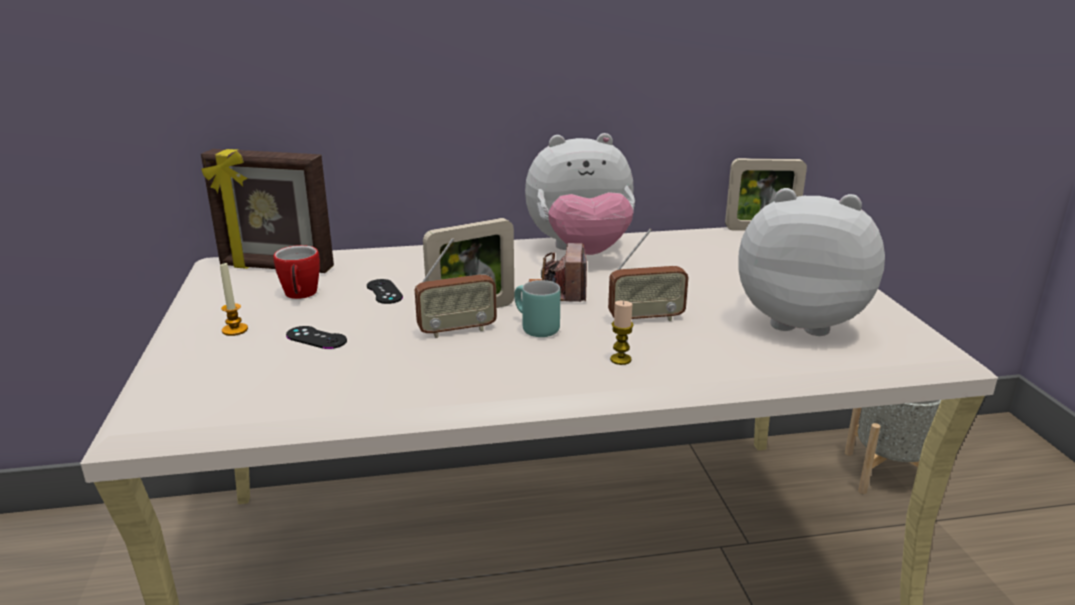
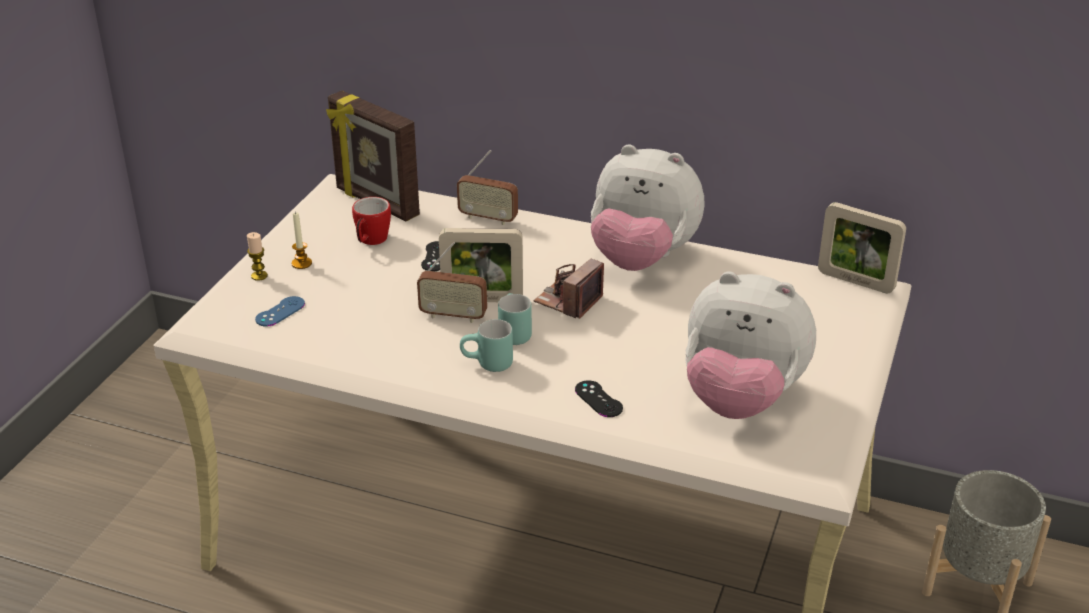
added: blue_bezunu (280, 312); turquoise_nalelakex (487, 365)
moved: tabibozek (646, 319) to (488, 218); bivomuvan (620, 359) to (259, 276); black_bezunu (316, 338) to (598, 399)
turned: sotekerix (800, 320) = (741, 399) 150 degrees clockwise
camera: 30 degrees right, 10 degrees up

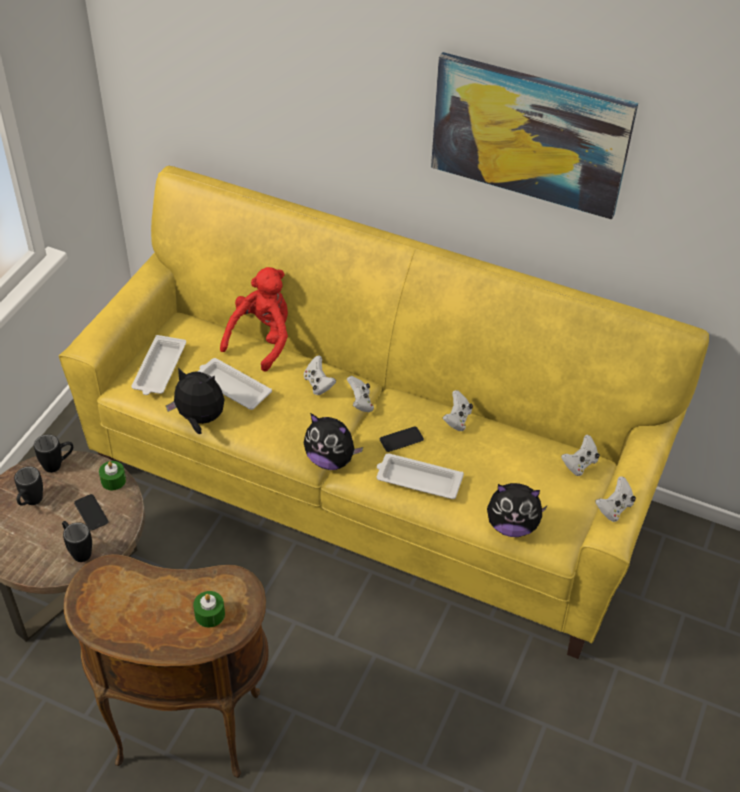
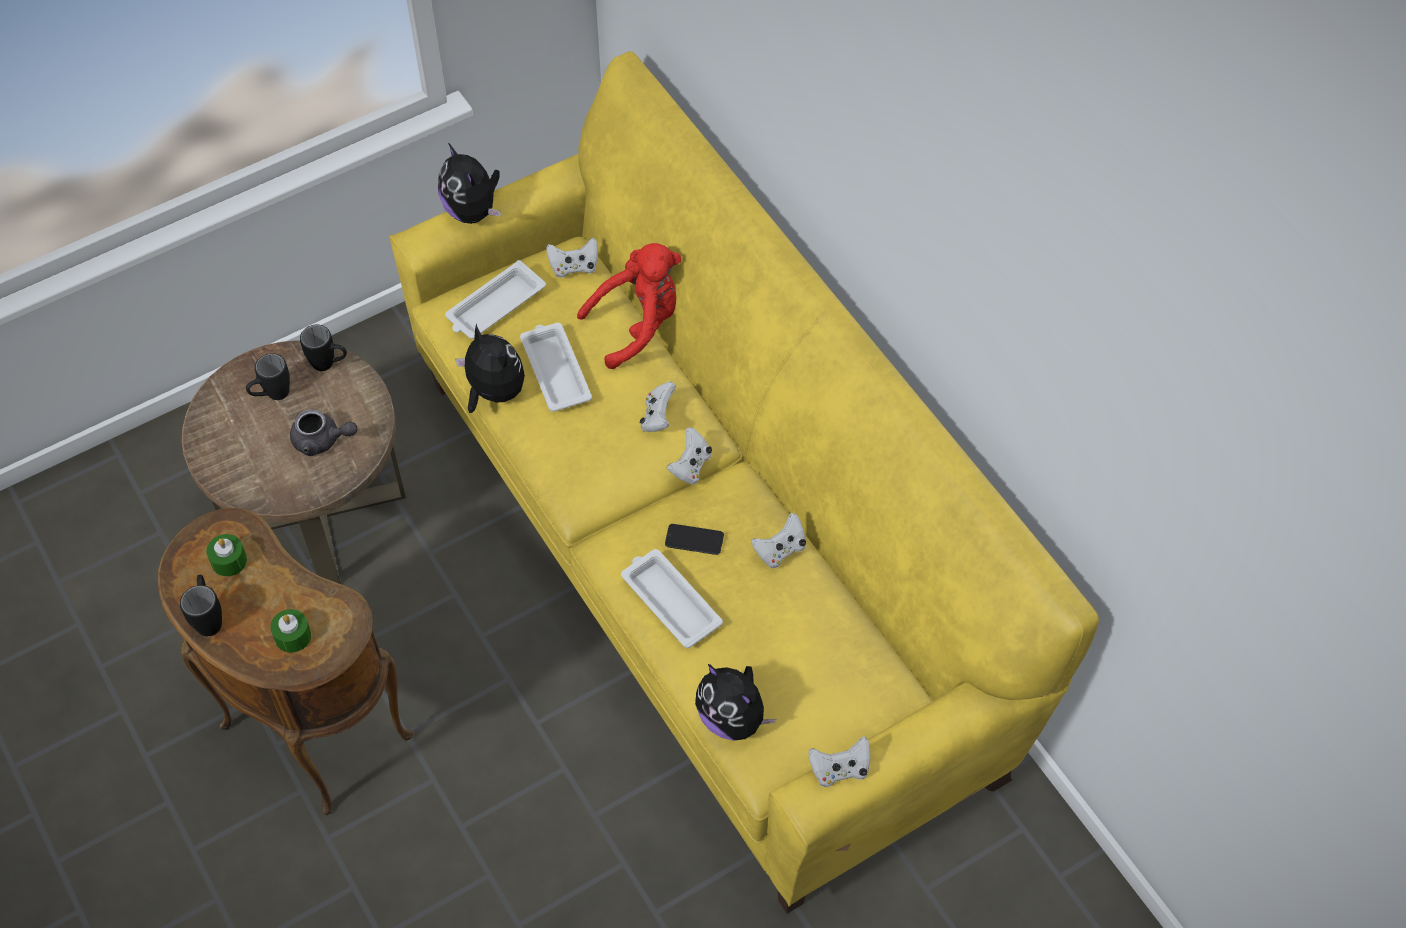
removed: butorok (530, 134)
moved: sotekerix (330, 460) to (473, 211); white_bezunu (579, 464) to (574, 267); green_bivomuvan (113, 480) to (229, 561); black_nalelakex (78, 550) to (209, 617)
replaced: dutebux (91, 512) to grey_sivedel (322, 440)
camera: 35 degrees right, 10 degrees up

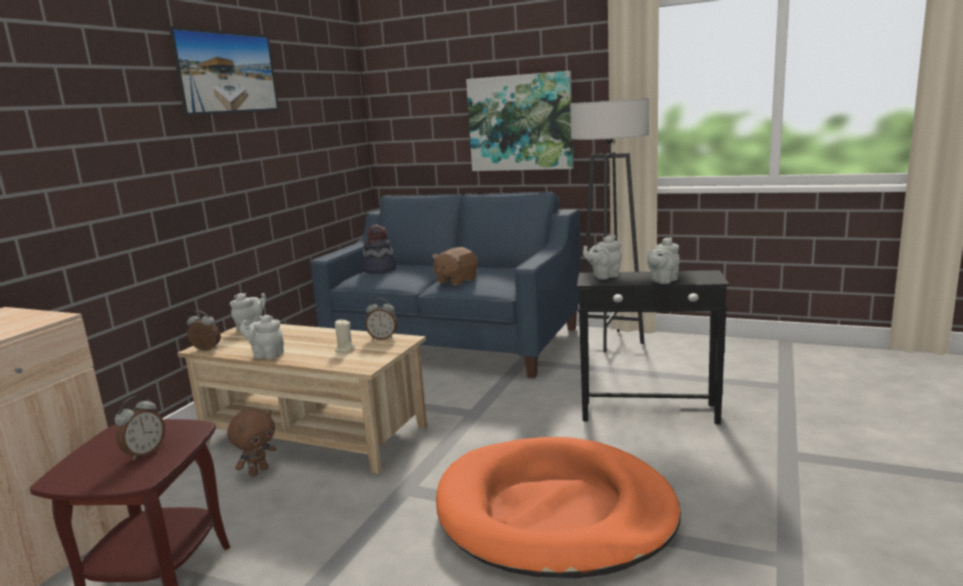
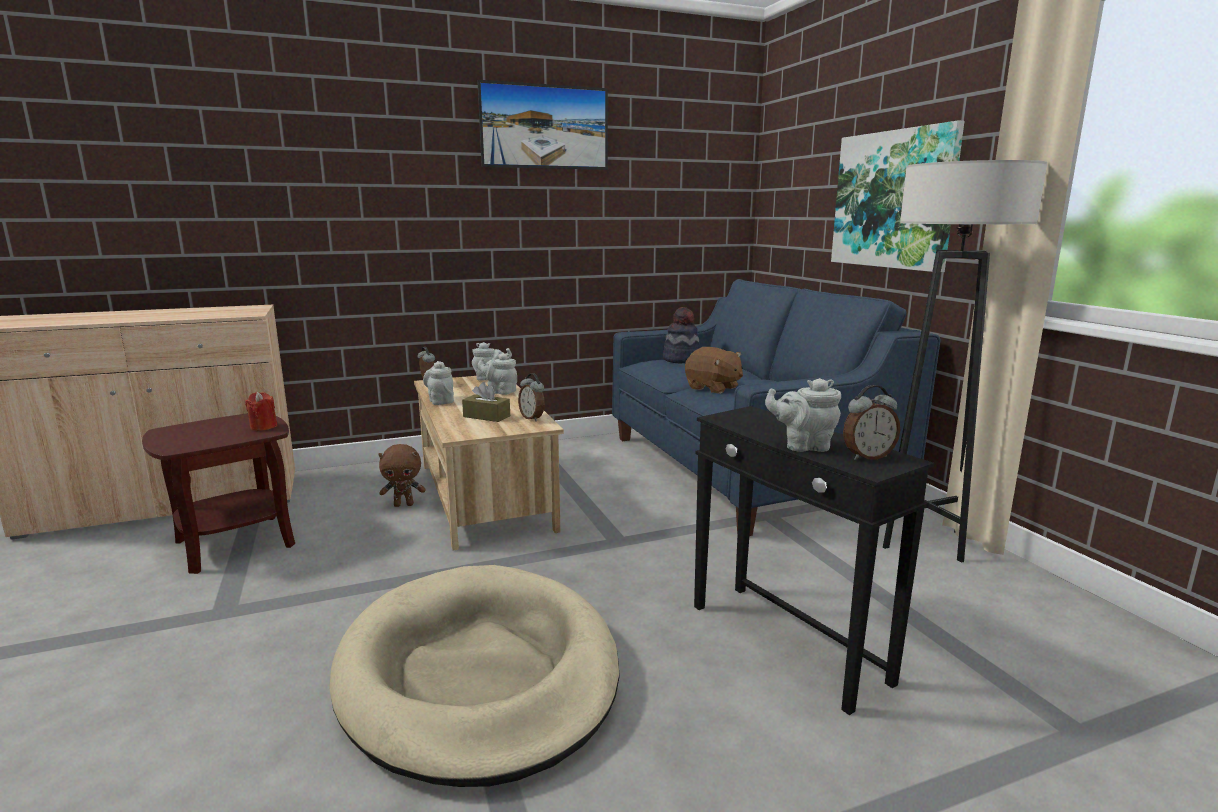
added: red_bivomuvan (263, 427)
moved: grey_sivedel (604, 276) to (500, 391); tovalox (144, 453) to (867, 457)
replaced: beige_bivomuvan (345, 349) to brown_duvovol (486, 416)
recoloured: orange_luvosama (555, 512) to beige_luvosama (479, 674)
turned: brown_sotekerix (455, 280) = (713, 388) 135 degrees counterclockwise
camera: 45 degrees right, 0 degrees up

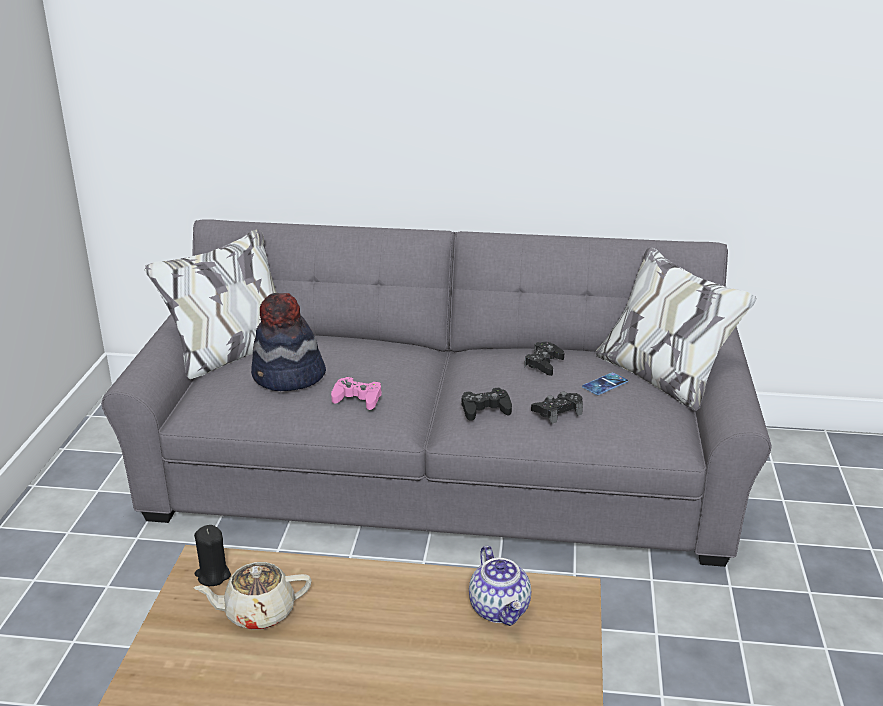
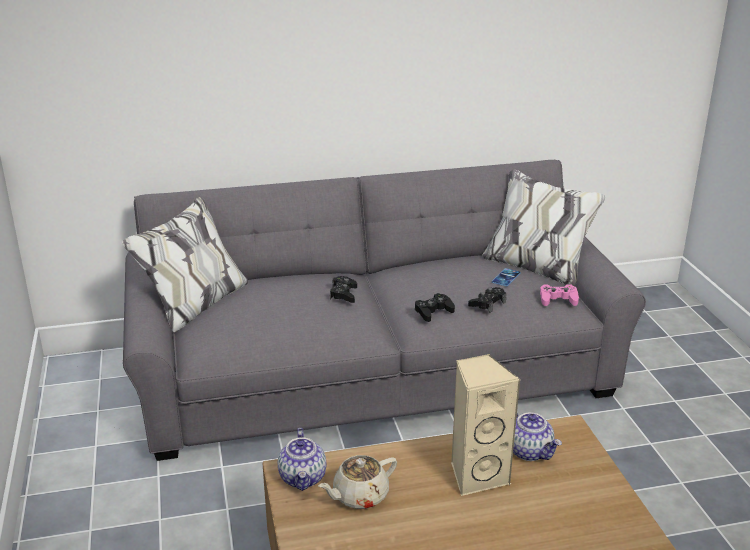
removed: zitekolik (288, 377)
added: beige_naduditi (477, 475)
moved: black_bezunu (544, 364) to (343, 294); pink_bezunu (357, 399) to (558, 299)
replaced: black_bivomuvan (213, 575) to sivedel (303, 478)
camera: 20 degrees left, 0 degrees up

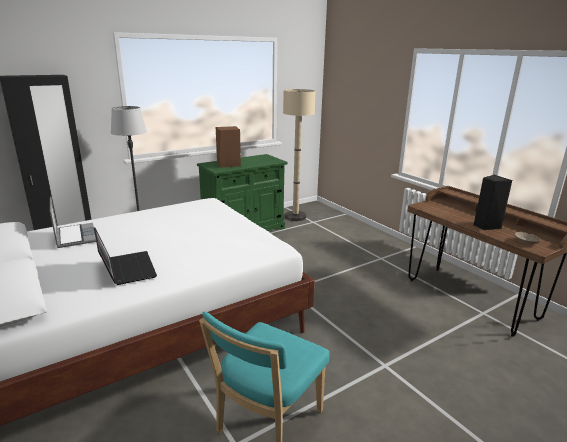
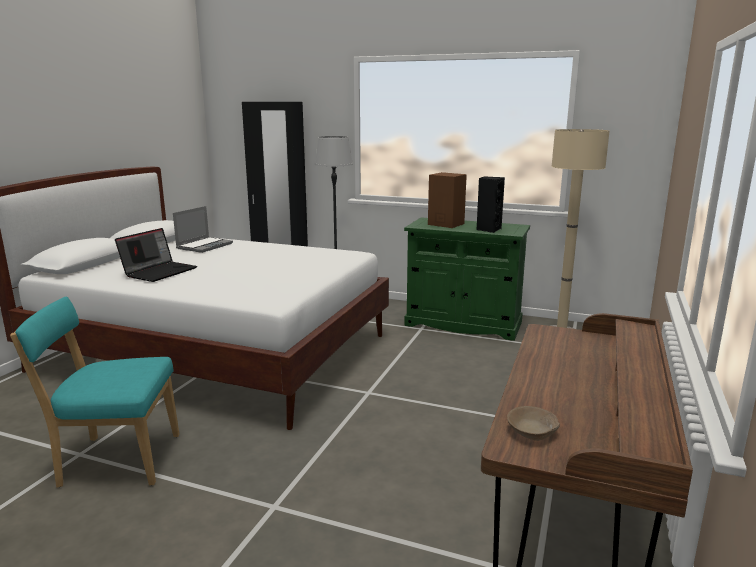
moved: black_naduditi (485, 226) to (488, 229)
camera: 55 degrees right, 5 degrees down

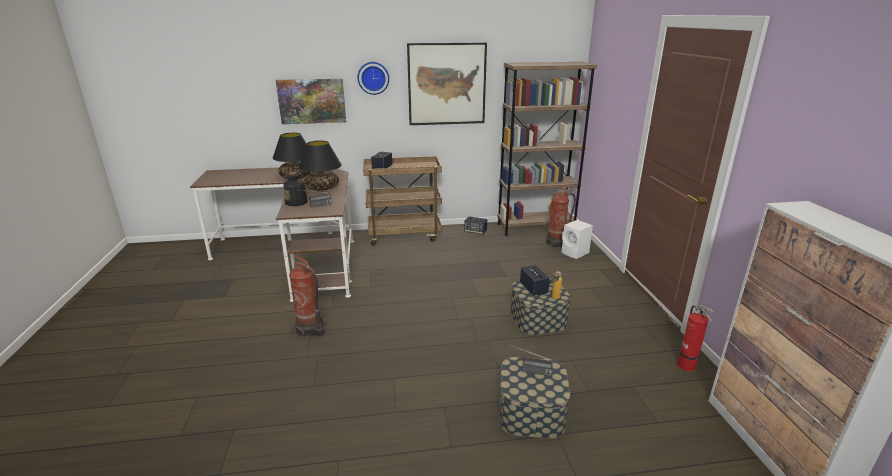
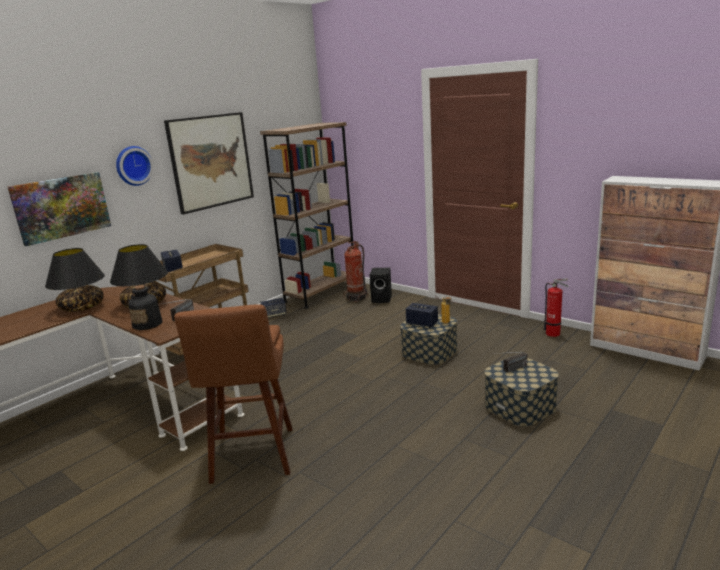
replaced: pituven (310, 329) to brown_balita (252, 458)
recoloured: white_naduditi (575, 253) to black_naduditi (382, 299)
camera: 40 degrees left, 5 degrees down

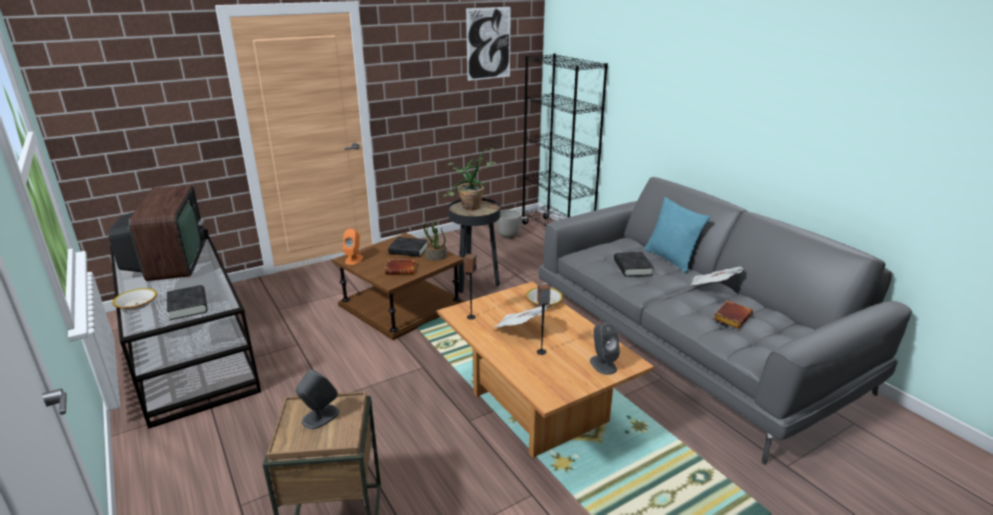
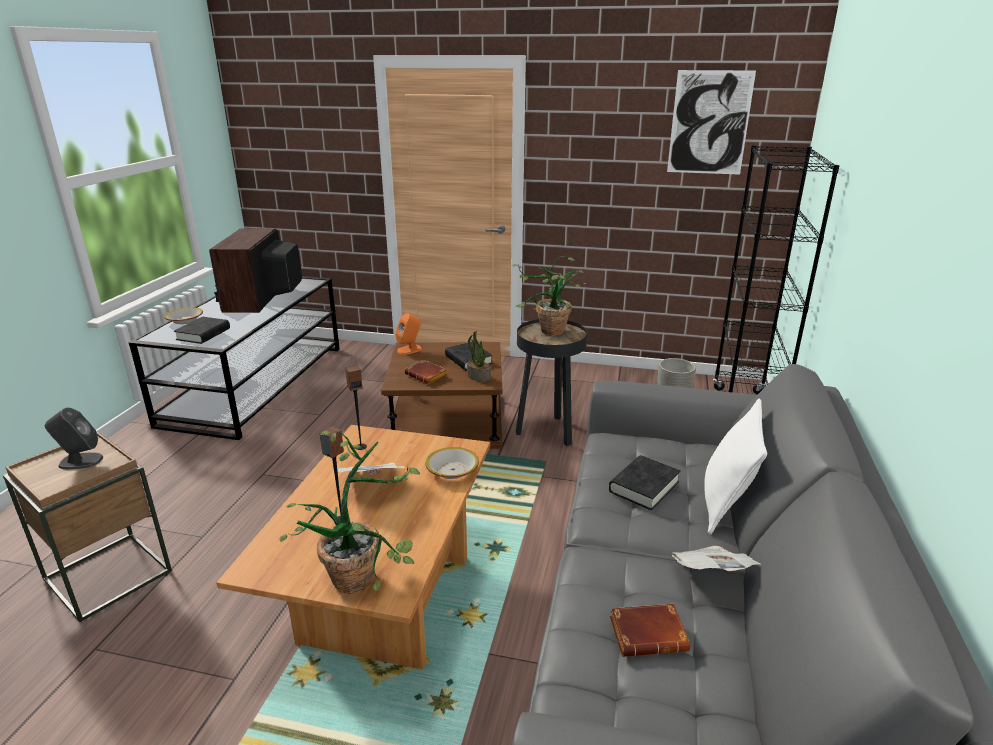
replaced: grey_naduditi (603, 364) to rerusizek (364, 575)
recoloured: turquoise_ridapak (670, 259) to white_ridapak (725, 504)
turned: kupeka (171, 262) = (261, 297) 150 degrees clockwise
camera: 45 degrees right, 0 degrees up

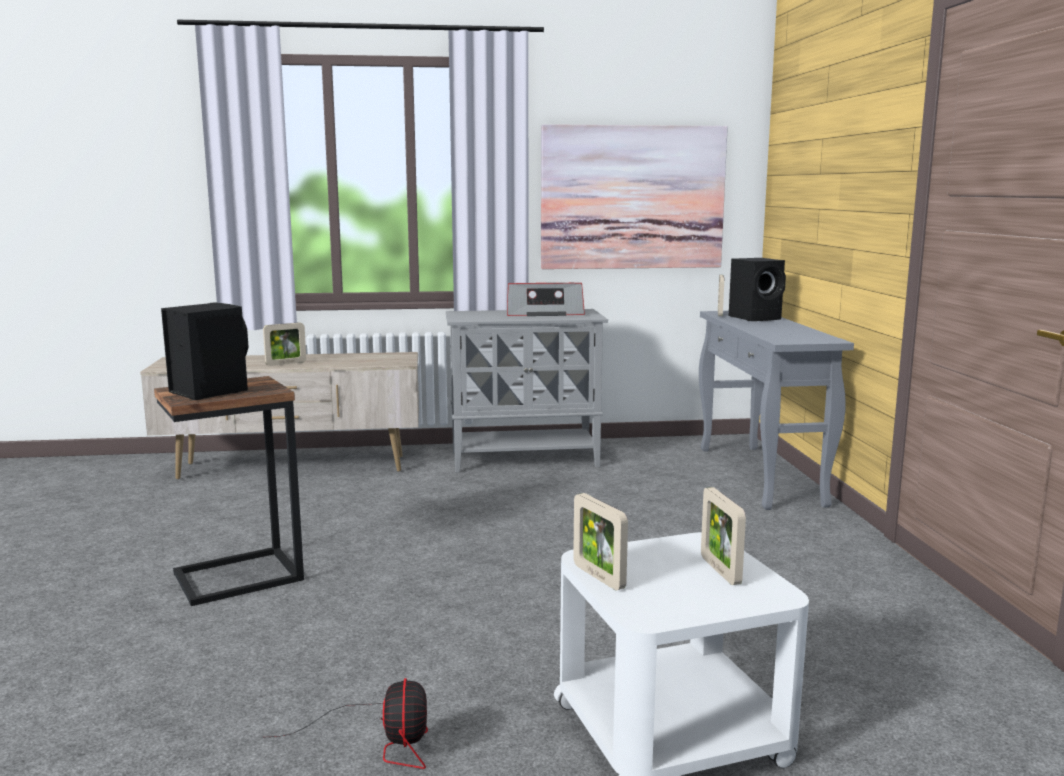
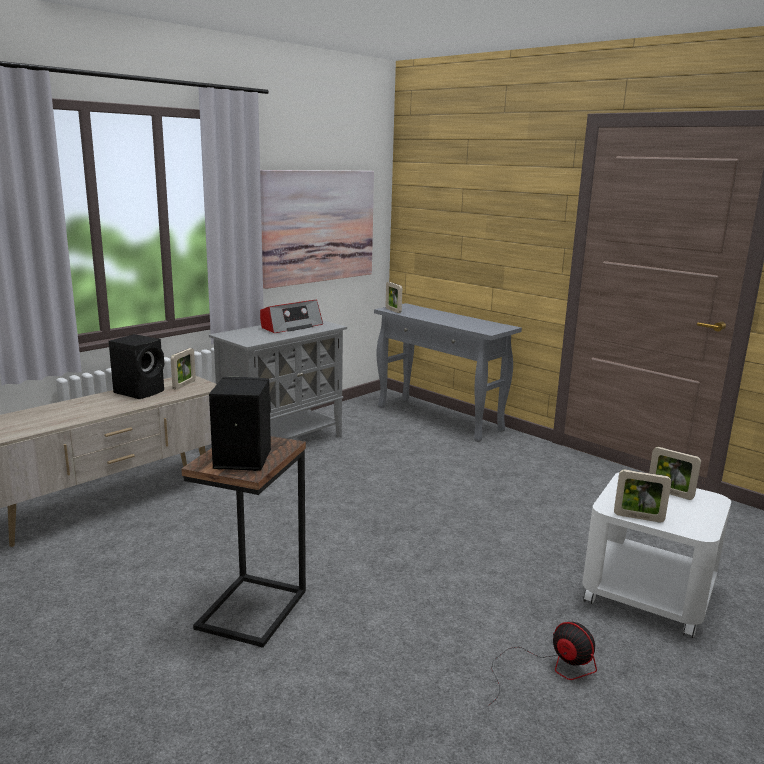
moved: black_naduditi (756, 318) to (141, 391); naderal (286, 363) to (184, 385)
camera: 40 degrees left, 5 degrees up

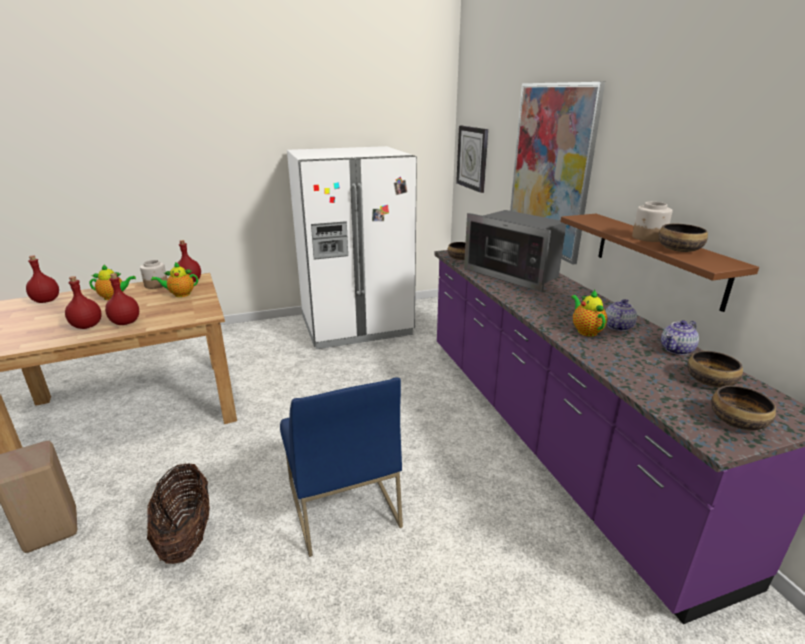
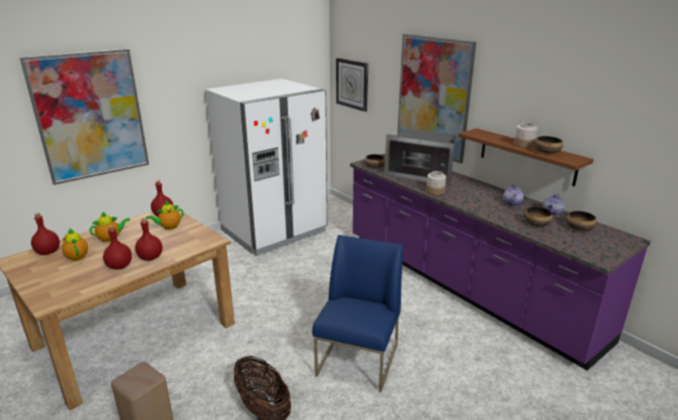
added: butorok (90, 116)
moved: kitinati (156, 285) to (435, 191); sivedel (585, 331) to (77, 256); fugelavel (737, 421) to (536, 223)
turned: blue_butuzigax (342, 504) = (358, 360) 120 degrees counterclockwise
camera: 20 degrees left, 0 degrees up

